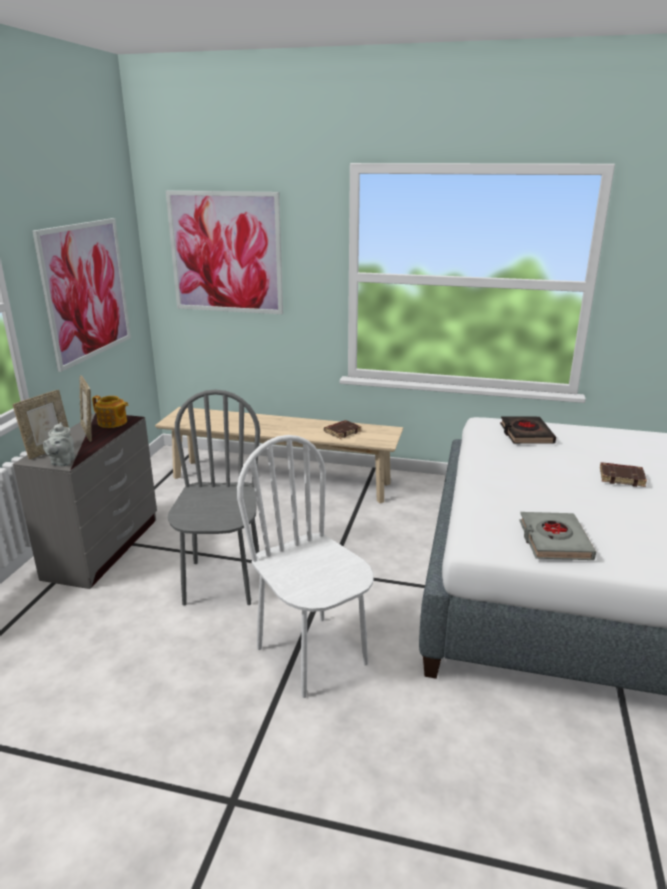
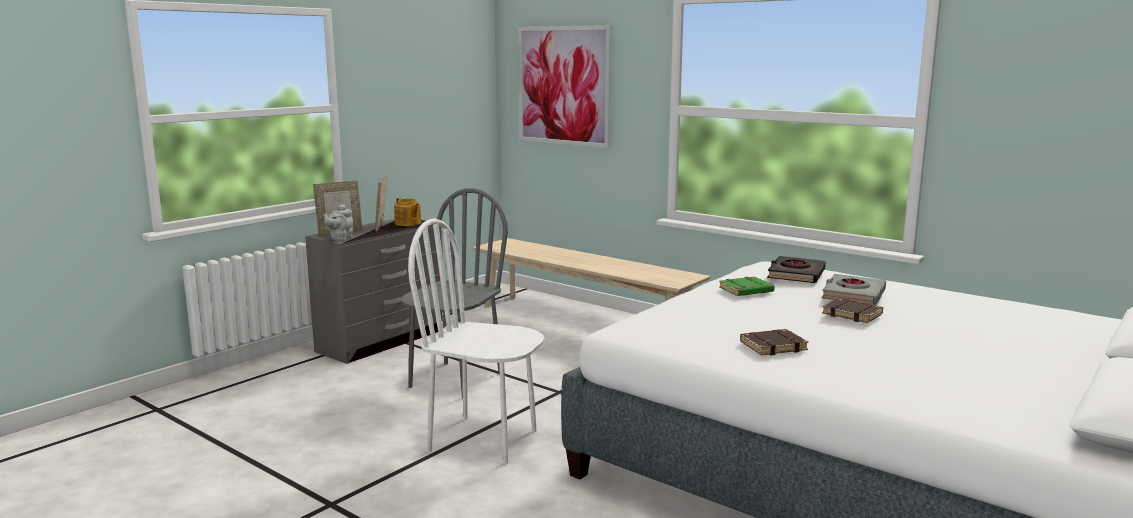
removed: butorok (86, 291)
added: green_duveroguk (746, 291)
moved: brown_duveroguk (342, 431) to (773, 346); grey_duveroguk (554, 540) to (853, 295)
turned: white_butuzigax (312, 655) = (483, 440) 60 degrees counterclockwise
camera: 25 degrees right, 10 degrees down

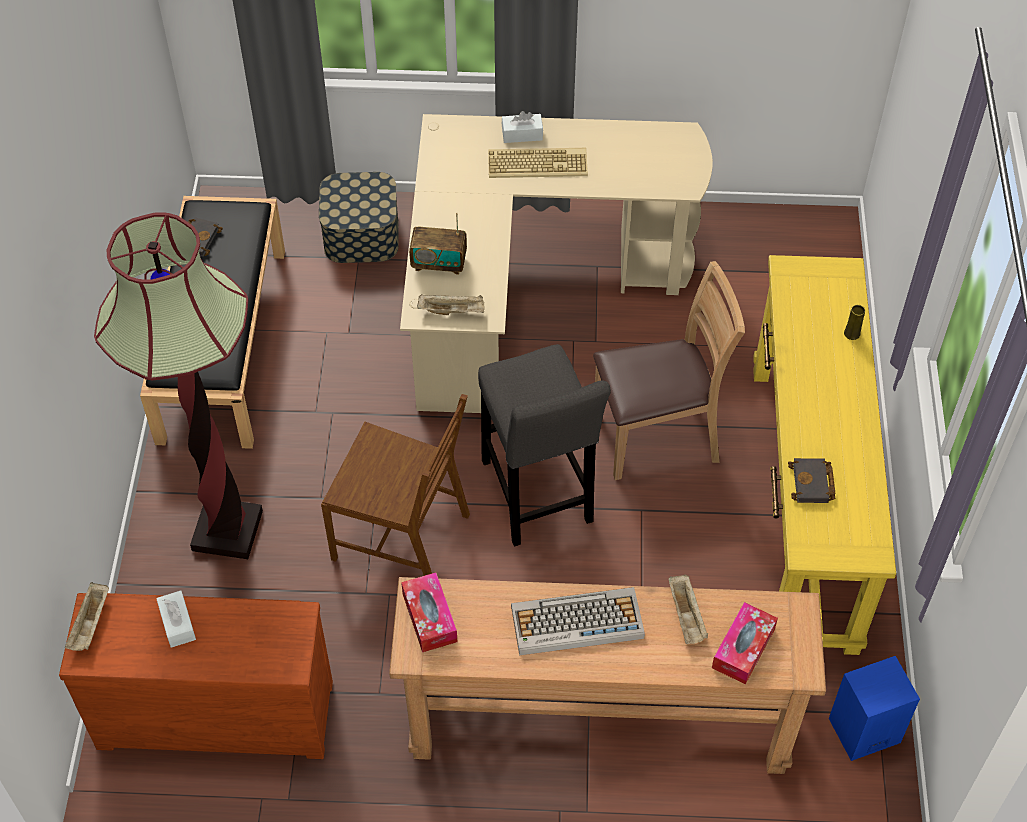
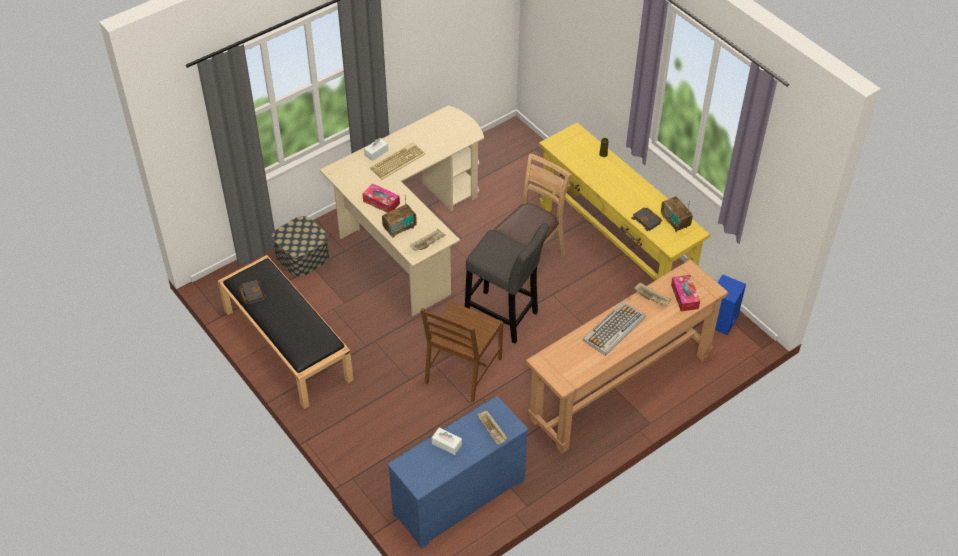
removed: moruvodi (227, 530)
added: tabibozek (675, 222)
moved: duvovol (429, 617) to (381, 202); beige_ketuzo (90, 624) to (492, 431)
recoloured: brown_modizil (216, 709) to blue_modizil (457, 494)
turned: brown_butuzigax (403, 535) = (462, 370) 135 degrees clockwise
camera: 40 degrees left, 5 degrees down

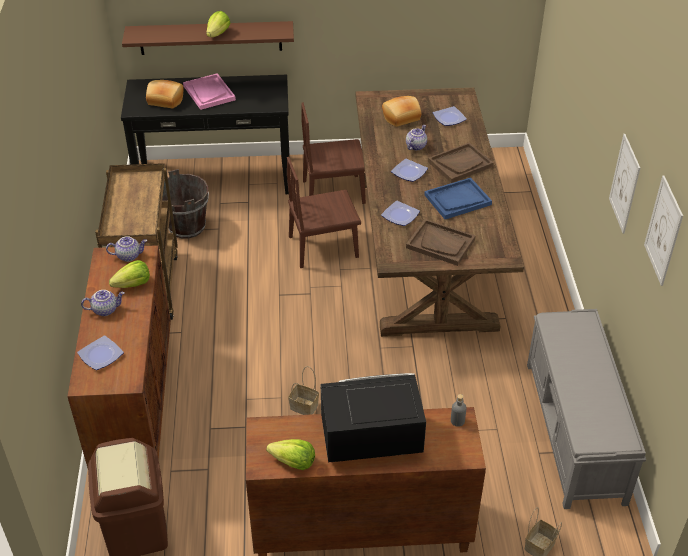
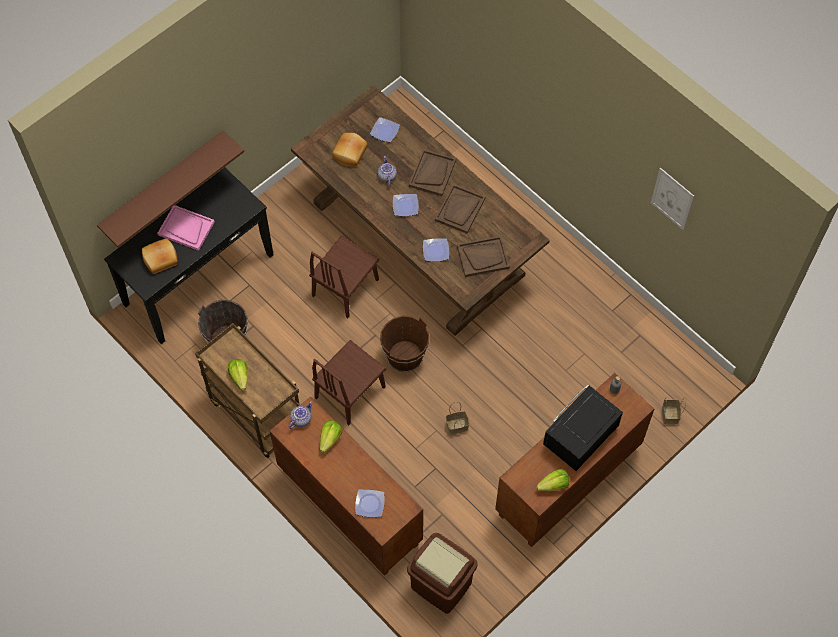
removed: butorok (624, 184); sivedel (105, 309); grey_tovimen (575, 432)
added: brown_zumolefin (405, 357)
moved: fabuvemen (218, 34) to (240, 377); brown_butuzigax (334, 192) to (350, 392)
recoloured: blue_ketuzo (457, 200) to brown_ketuzo (460, 209)
camera: 40 degrees left, 20 degrees up

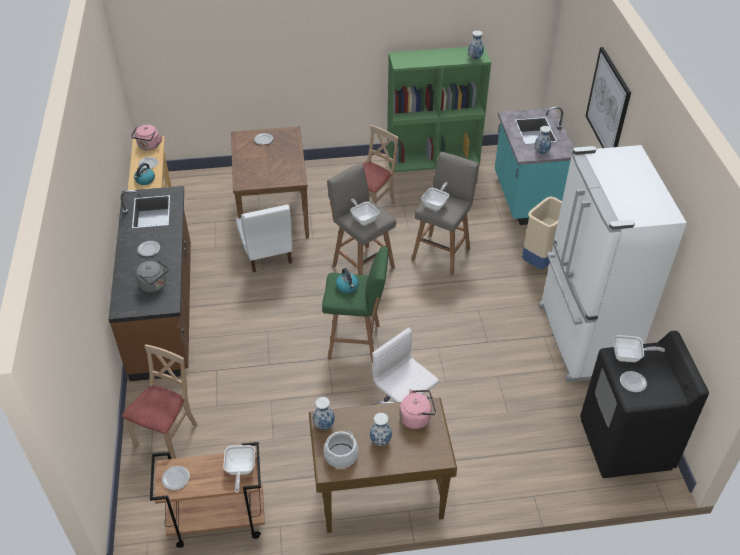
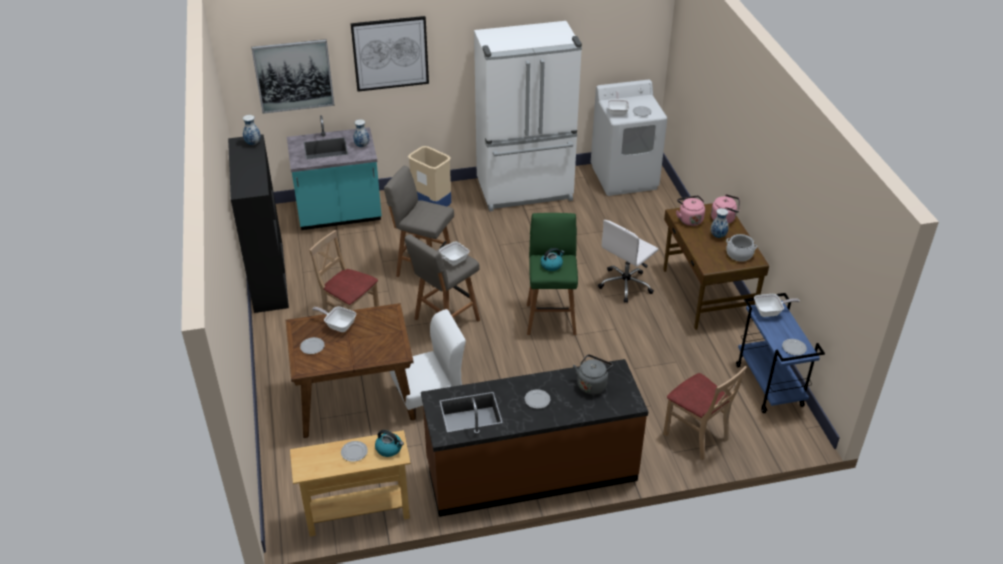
removed: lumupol (323, 425)
added: butorok (293, 76)
moved: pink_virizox (148, 146) to (724, 218); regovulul (436, 204) to (338, 325)
recoloured: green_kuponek (433, 159) to black_kuponek (268, 276); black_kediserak (626, 444) to white_kediserak (624, 177); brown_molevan (217, 521) to blue_molevan (770, 386)
turned: beige_butuzigax (167, 436) = (696, 435) 150 degrees counterclockwise
camera: 95 degrees left, 5 degrees down

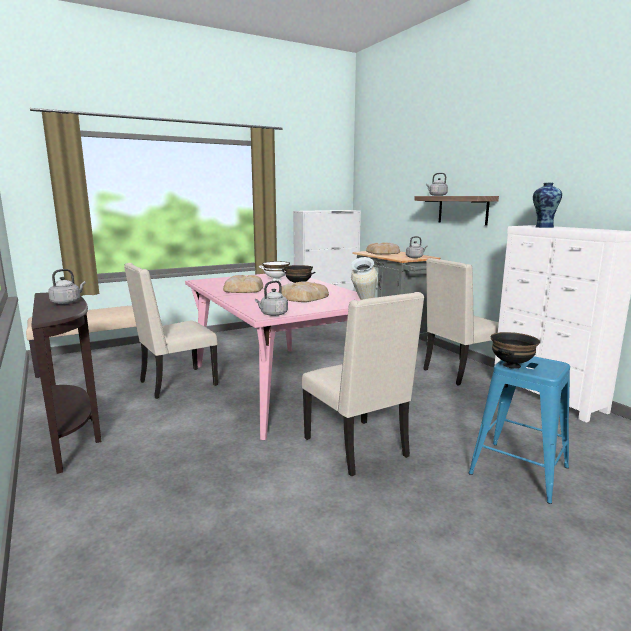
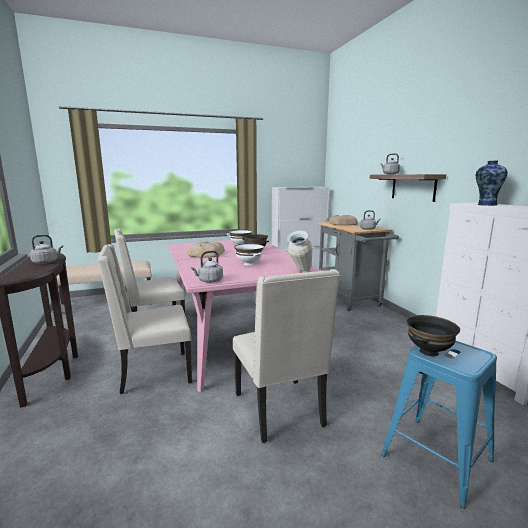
moved: beige_butuzigax (459, 372) to (153, 373)
replaced: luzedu (302, 297) to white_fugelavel (249, 264)
camera: 10 degrees right, 0 degrees up

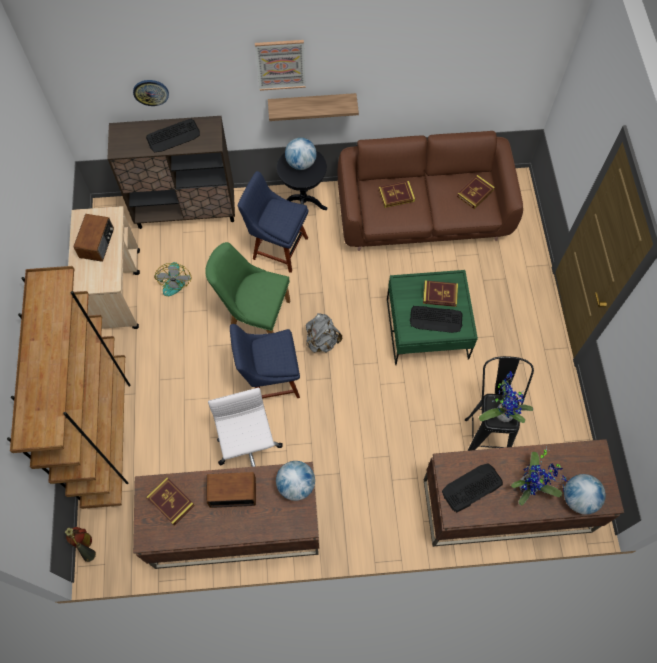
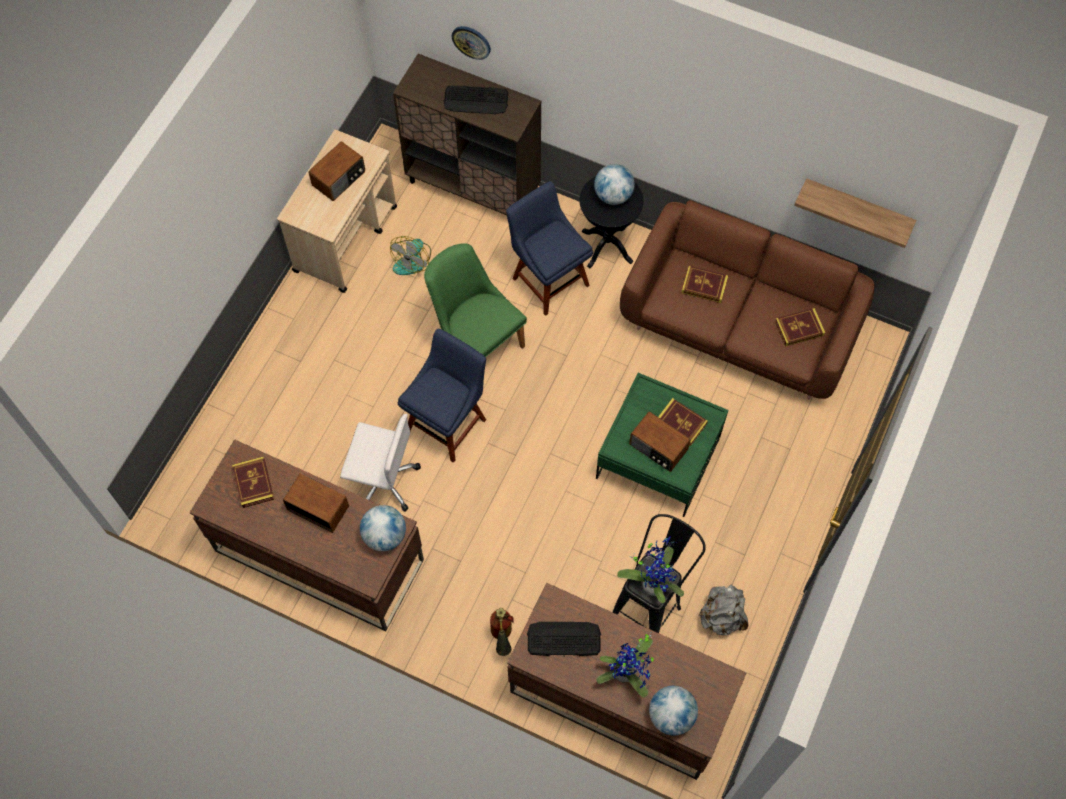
removed: butorok (280, 64); brown_kuponek (107, 434)
moved: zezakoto (312, 105) to (857, 208); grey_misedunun (322, 340) to (722, 616); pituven (88, 547) to (502, 639)
replaced: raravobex (436, 319) to tabibozek (658, 448)
turned: blue_butuzigax (270, 380) = (448, 422) 105 degrees clockwise; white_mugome (248, 447) = (382, 481) 90 degrees clockwise
camera: 30 degrees right, 0 degrees up

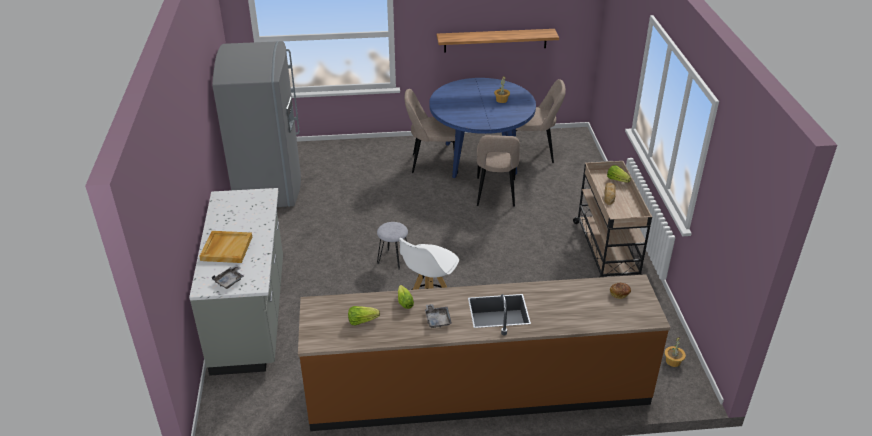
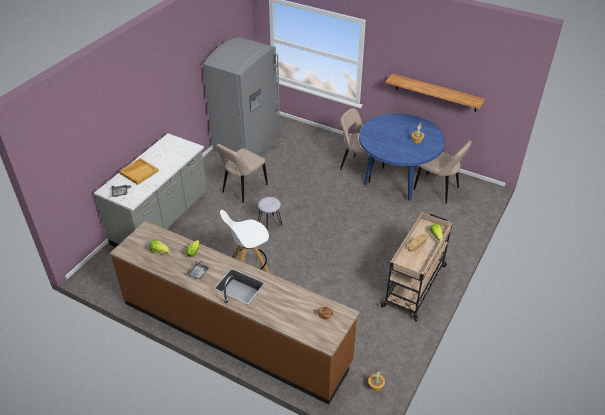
moved: beige_butuzigax (495, 194) to (243, 189)
camera: 35 degrees right, 5 degrees up

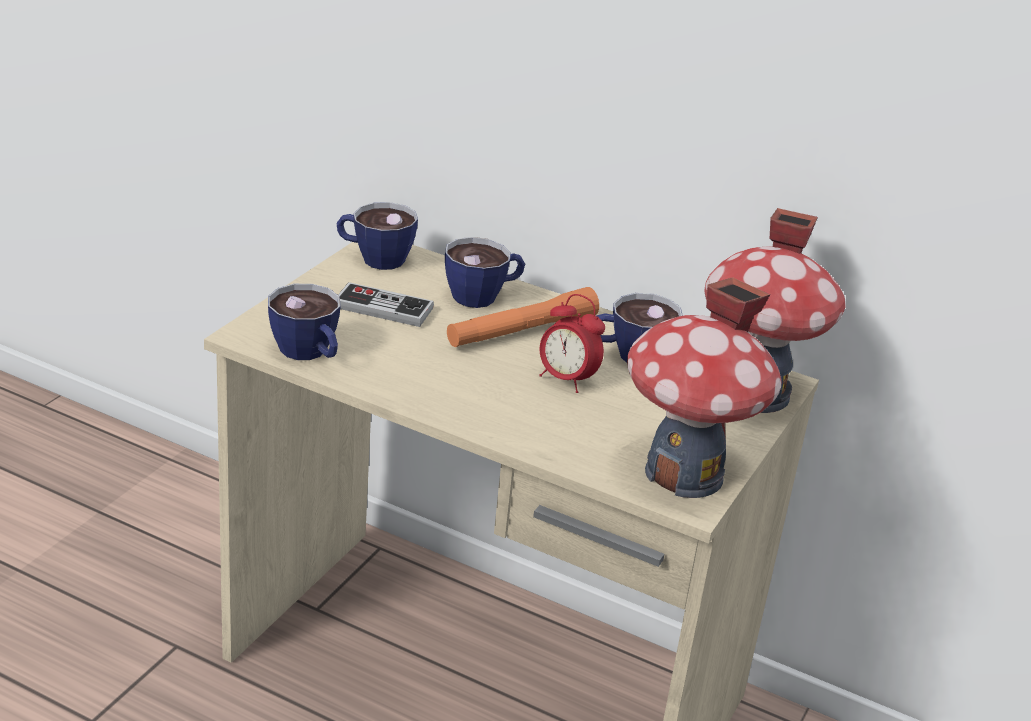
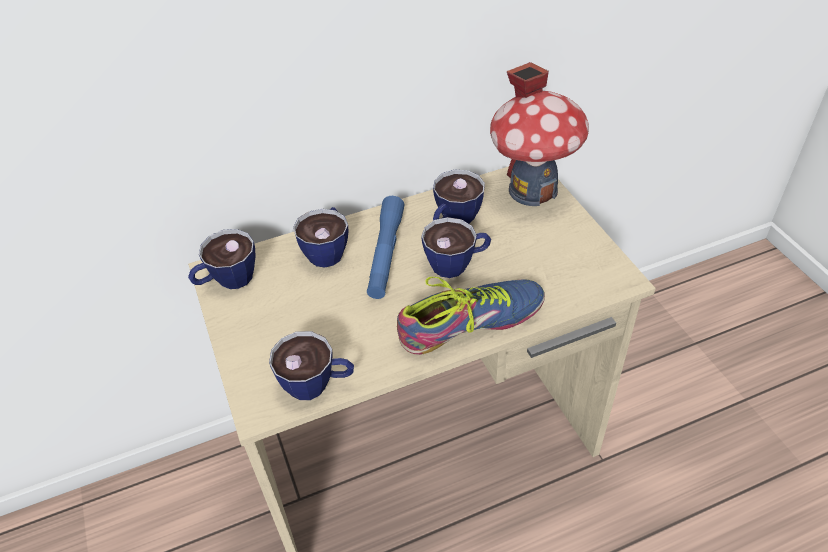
removed: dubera (685, 474); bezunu (383, 308)
added: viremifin (470, 322)
replaced: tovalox (566, 380) to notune (457, 264)
recoloured: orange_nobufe (522, 331) to blue_nobufe (385, 254)
camera: 45 degrees left, 15 degrees up

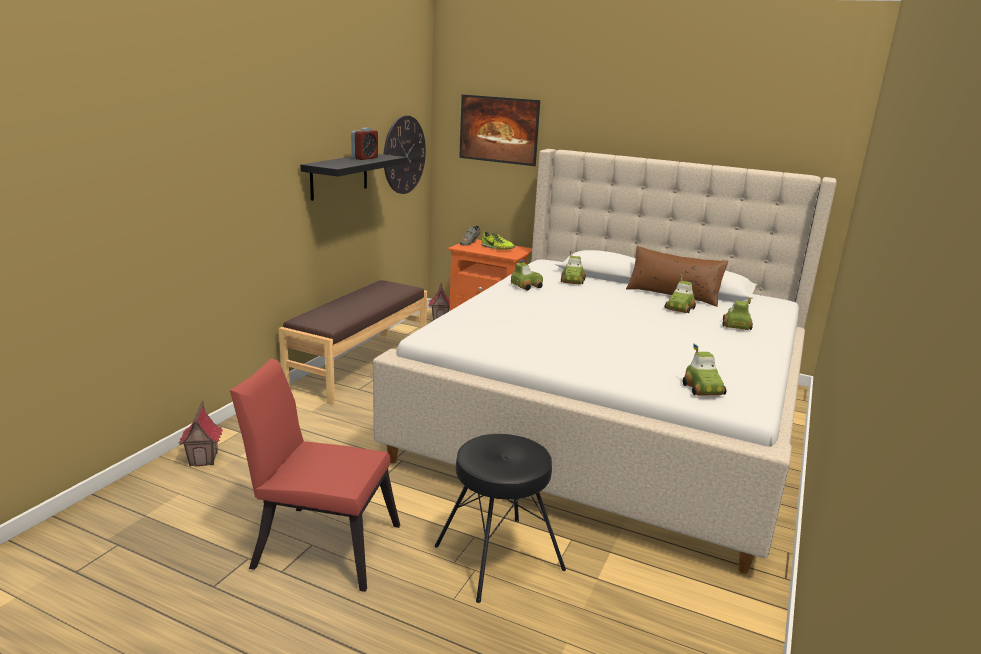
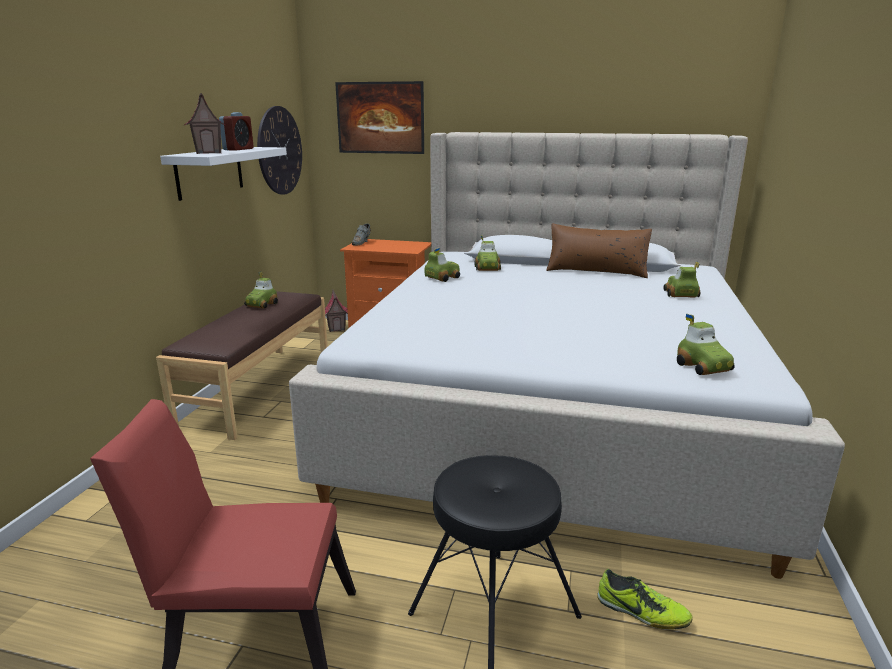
moved: viremifin (497, 248) to (641, 612); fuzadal (680, 309) to (262, 305); dubera (204, 459) to (209, 152)
recoloured: black_zezakoto (339, 176) to white_zezakoto (210, 172)
camera: 10 degrees left, 0 degrees up

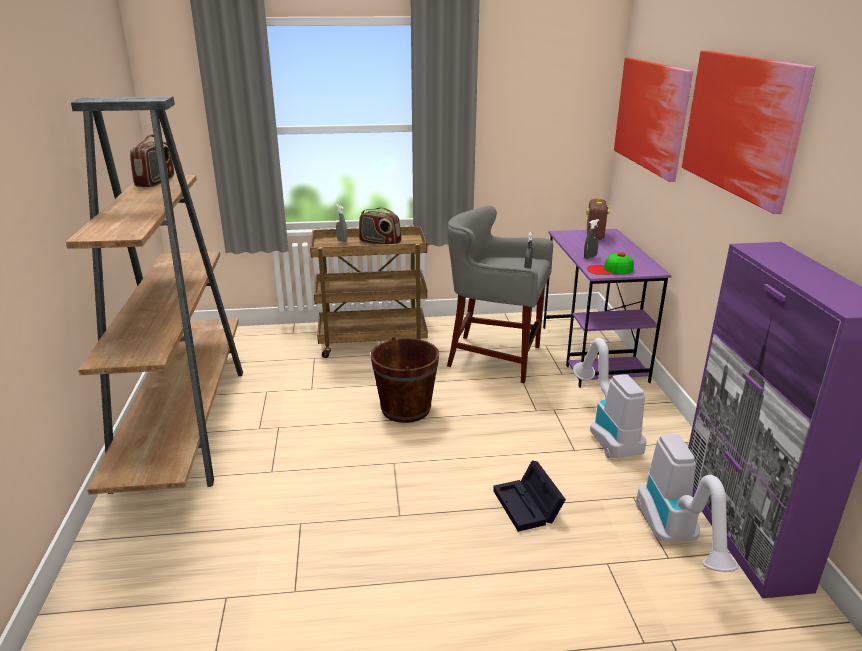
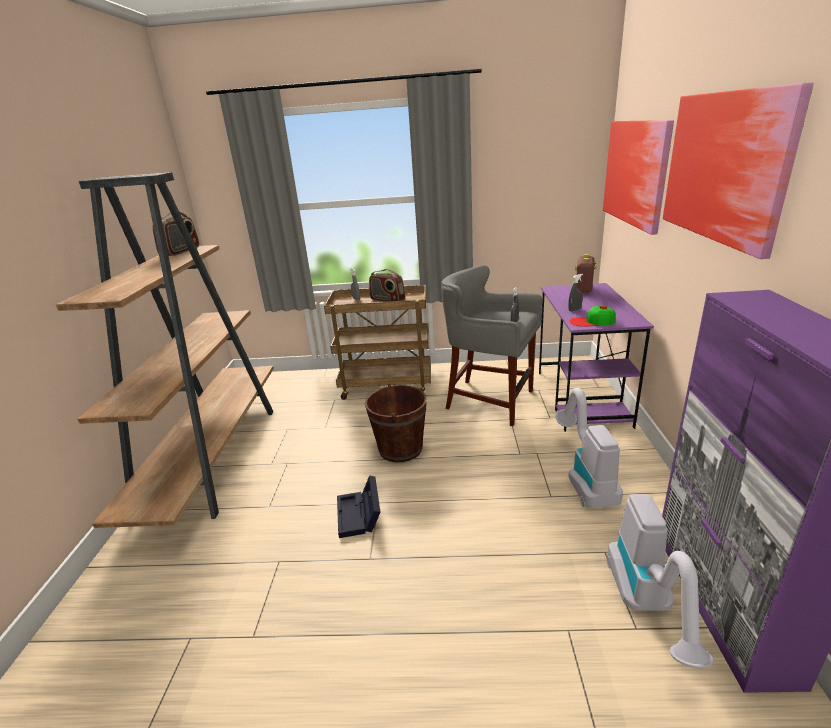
moved: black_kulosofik (528, 506) to (359, 516)
camera: 10 degrees right, 0 degrees up

